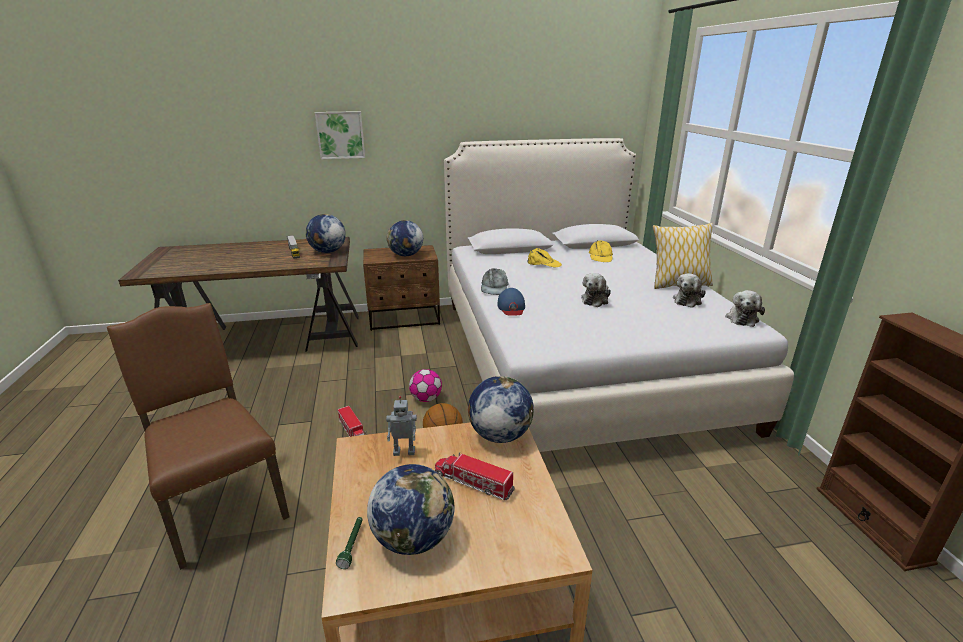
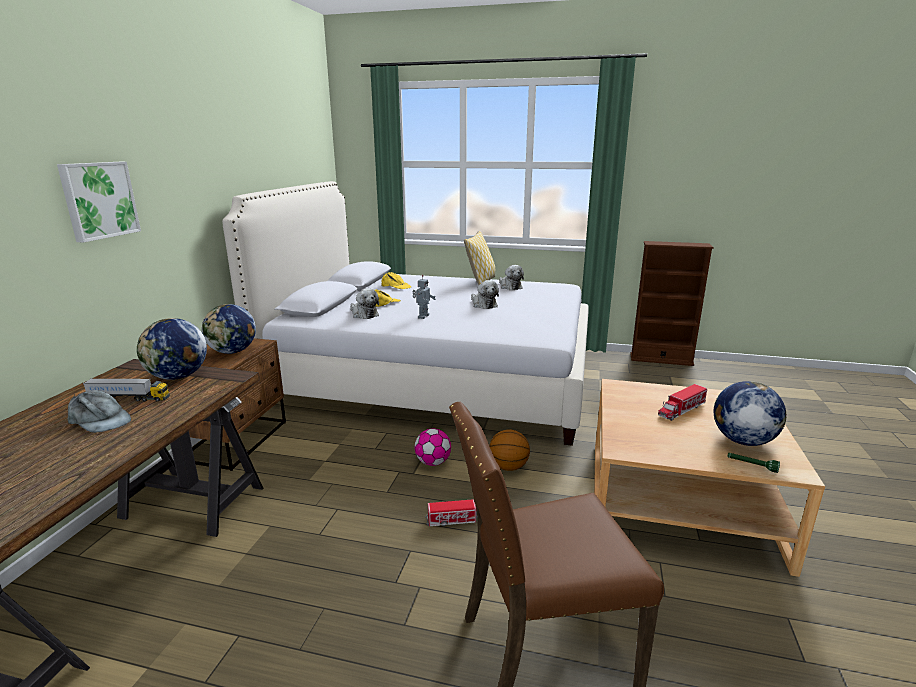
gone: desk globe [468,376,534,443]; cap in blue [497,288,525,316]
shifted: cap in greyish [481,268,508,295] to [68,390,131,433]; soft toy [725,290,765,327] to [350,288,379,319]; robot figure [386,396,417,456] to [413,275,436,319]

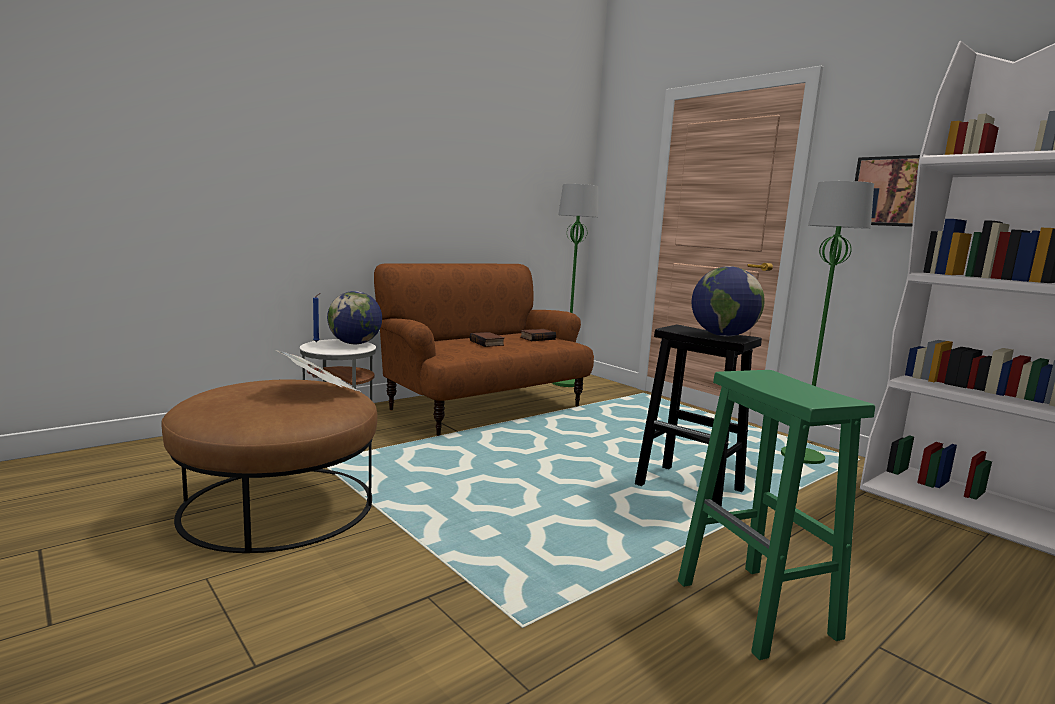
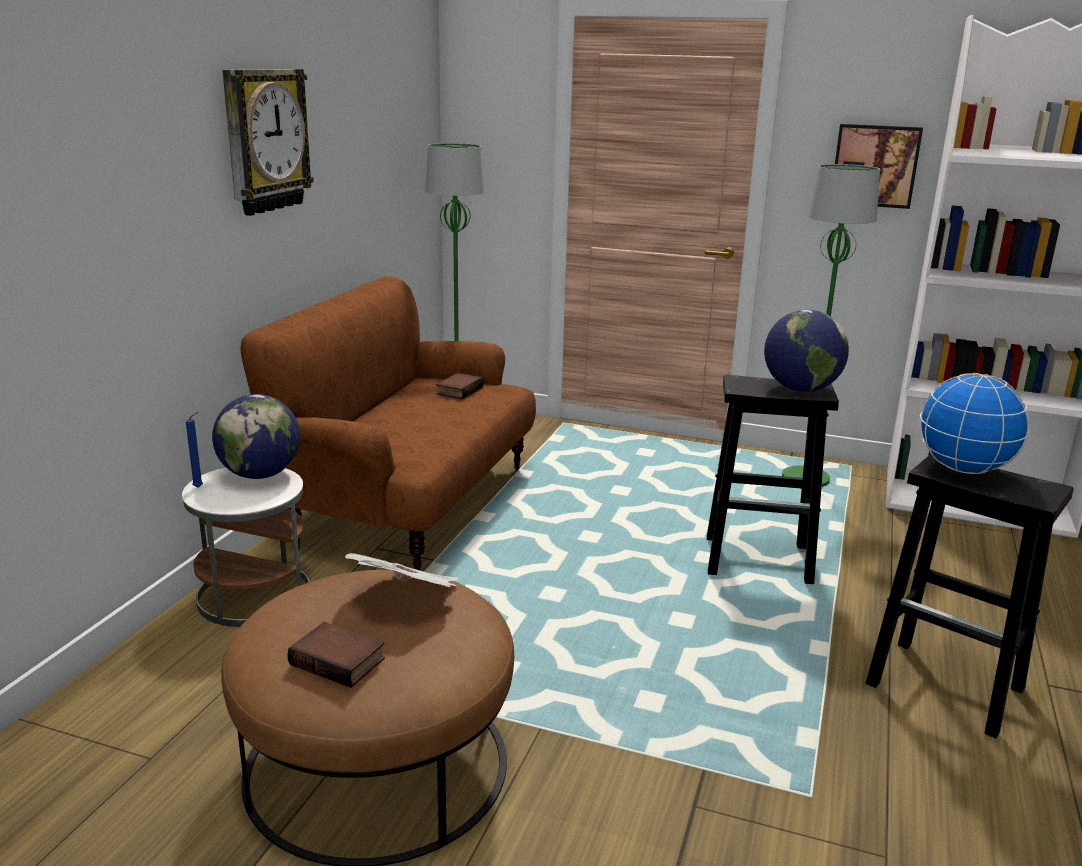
new: wall clock [222,69,314,216]; desk globe [920,373,1029,474]
shifted: book [470,332,505,347] to [287,622,385,688]
repainted: sitting stool in green-coloured [678,370,875,660] to sitting stool in black-coloured [866,453,1074,738]

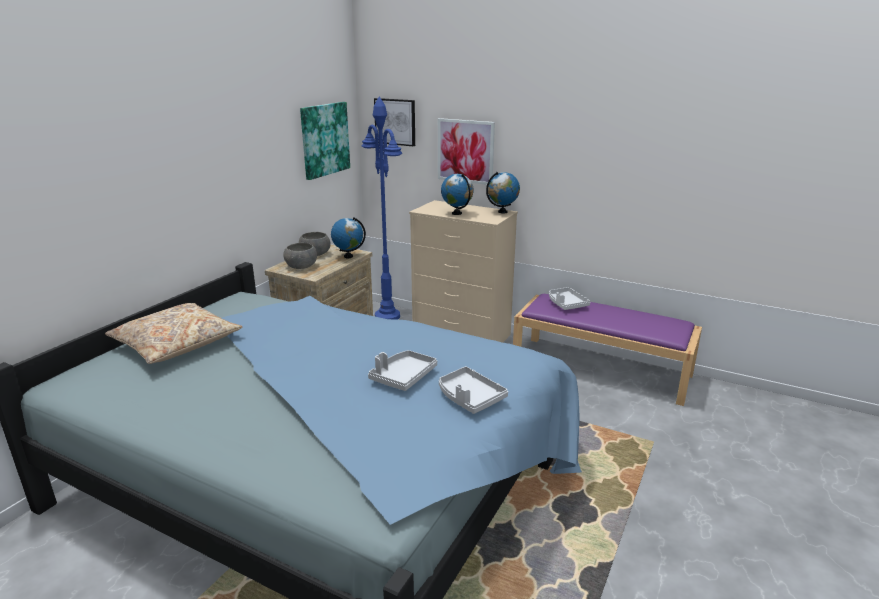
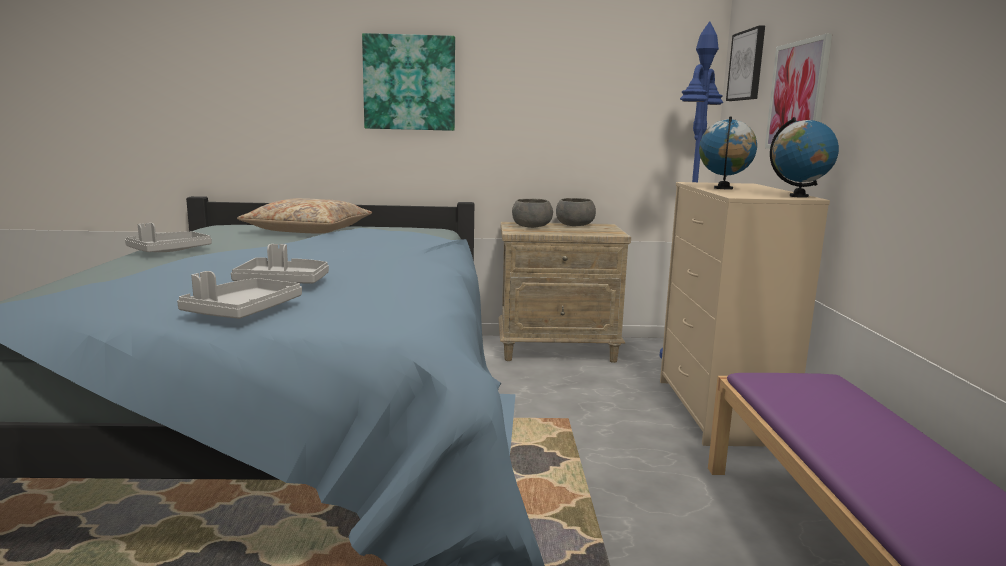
gone: desk globe [331,217,366,258]
shifted: carrying tray in greyish [549,287,590,310] to [125,223,212,252]; picture [300,102,350,180] to [362,33,455,131]

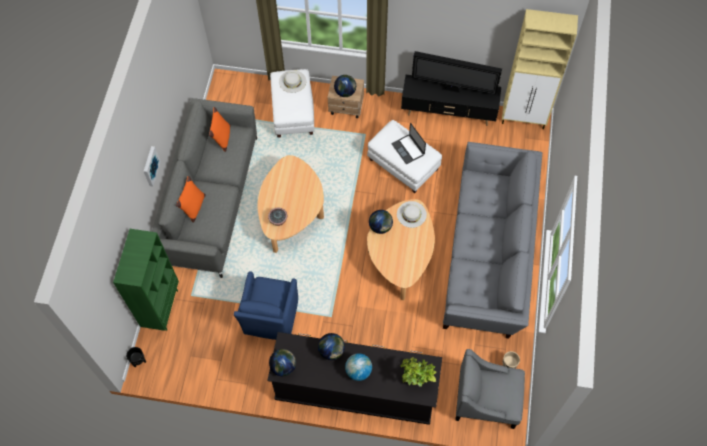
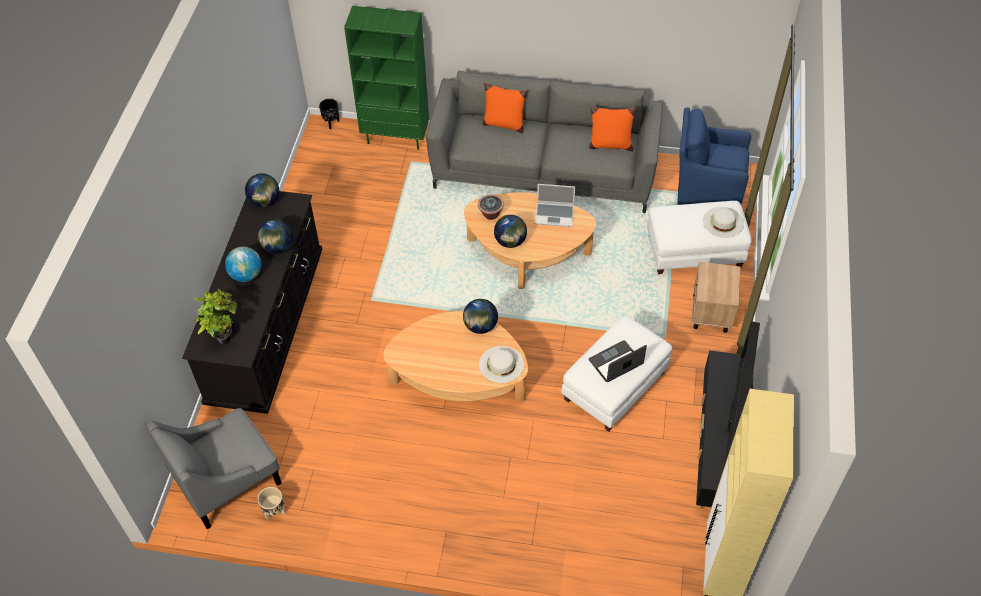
gone: picture [144,146,161,186]; sofa in greyish [443,142,542,339]
new: laptop [535,184,575,227]
shifted: desk globe [334,75,356,97] to [494,215,527,248]; armchair in blue [234,271,298,340] to [677,107,751,205]
rotated: armchair in greyish [455,349,525,429] = [147,408,281,529] 135 degrees counterclockwise

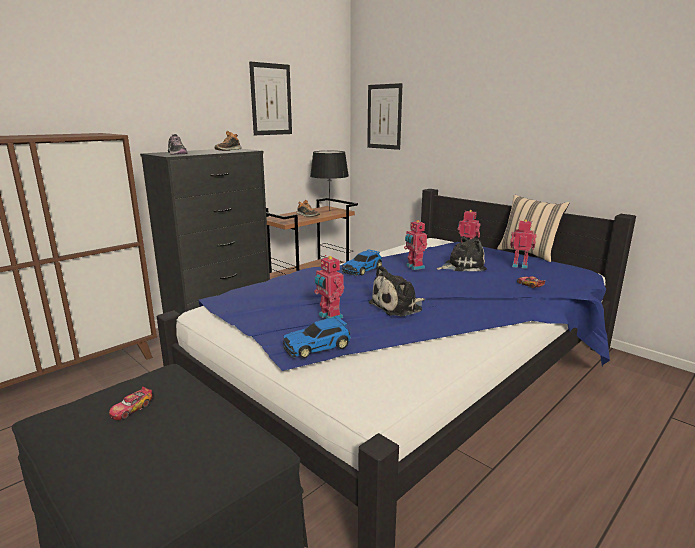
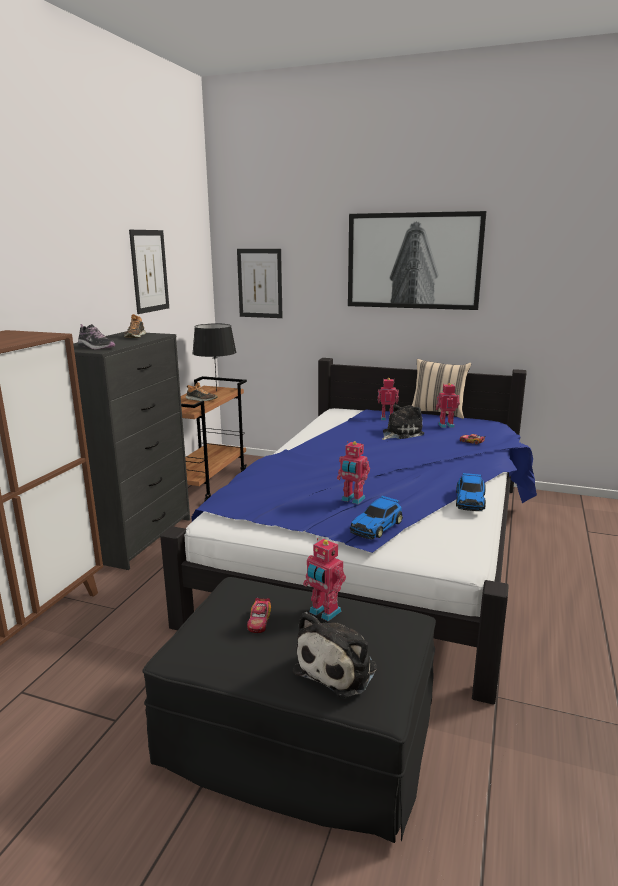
new: picture [348,211,486,310]
shifted: soft toy [369,265,425,317] to [293,612,377,697]; robot figure [404,220,427,270] to [303,538,346,621]; model car [342,249,382,276] to [456,473,486,511]

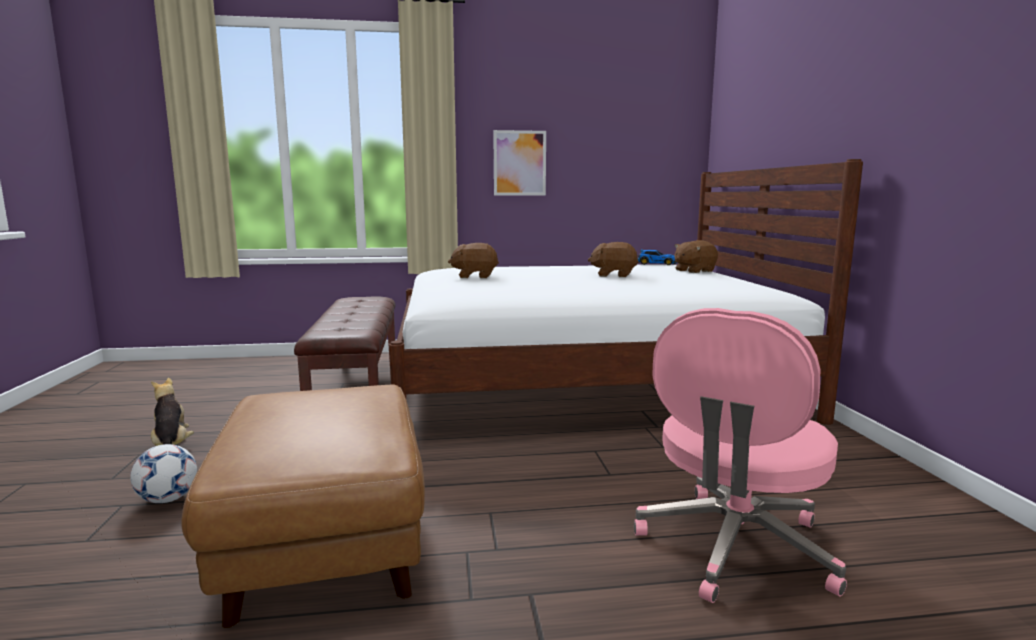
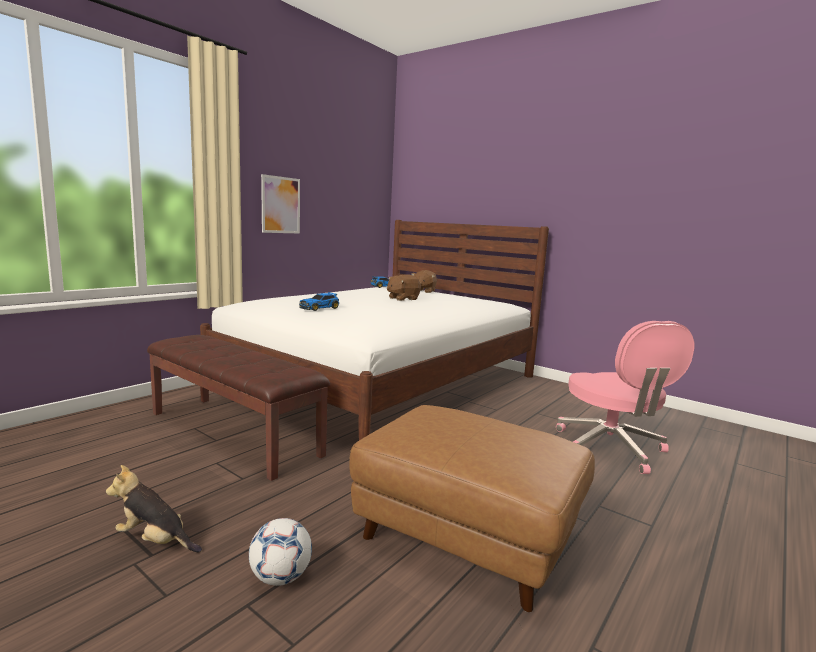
swapped: soft toy in brown [448,243,499,278] to model car [299,292,340,311]

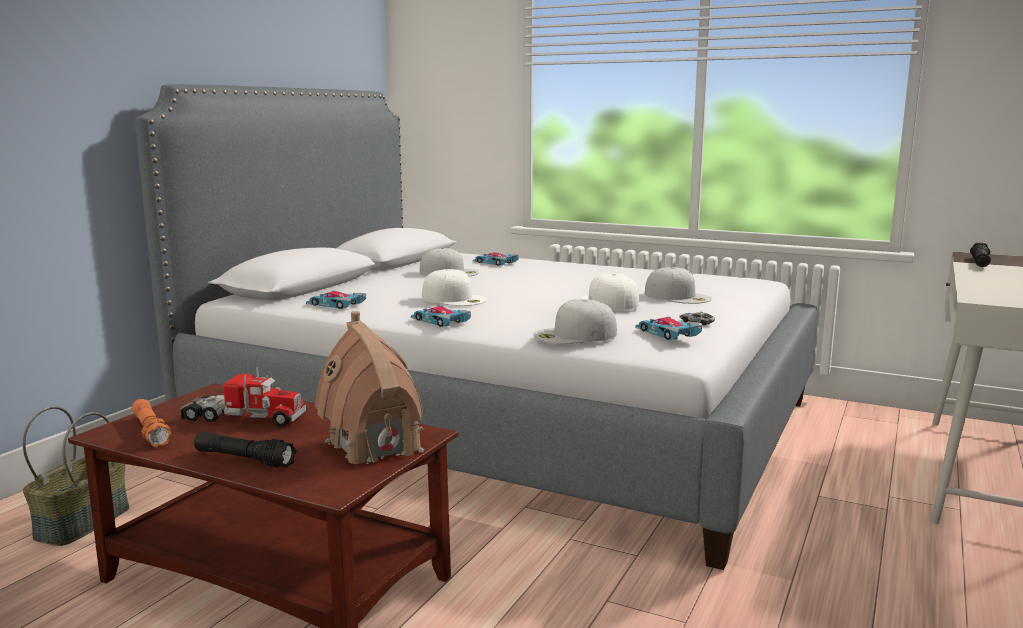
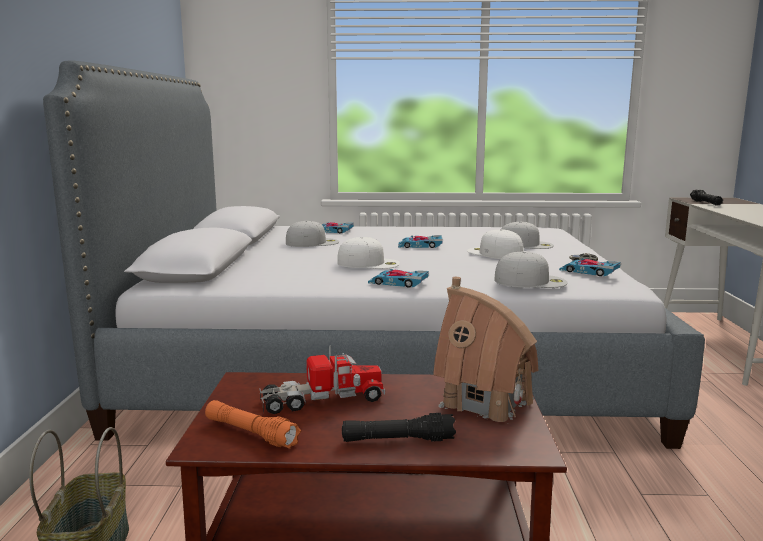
shifted: model car [306,290,366,309] to [398,235,443,248]
rotated: cap in whitish [534,299,617,344] = [494,251,568,288] 135 degrees counterclockwise

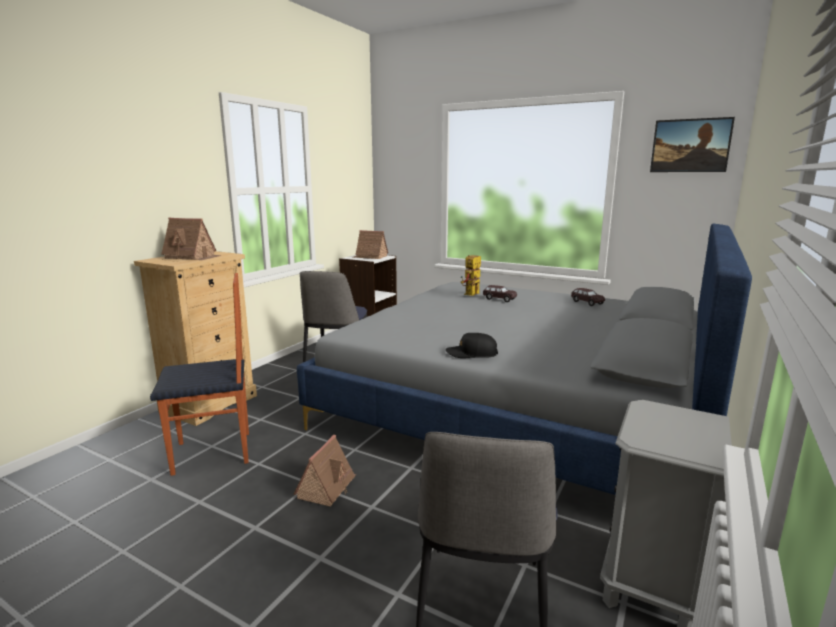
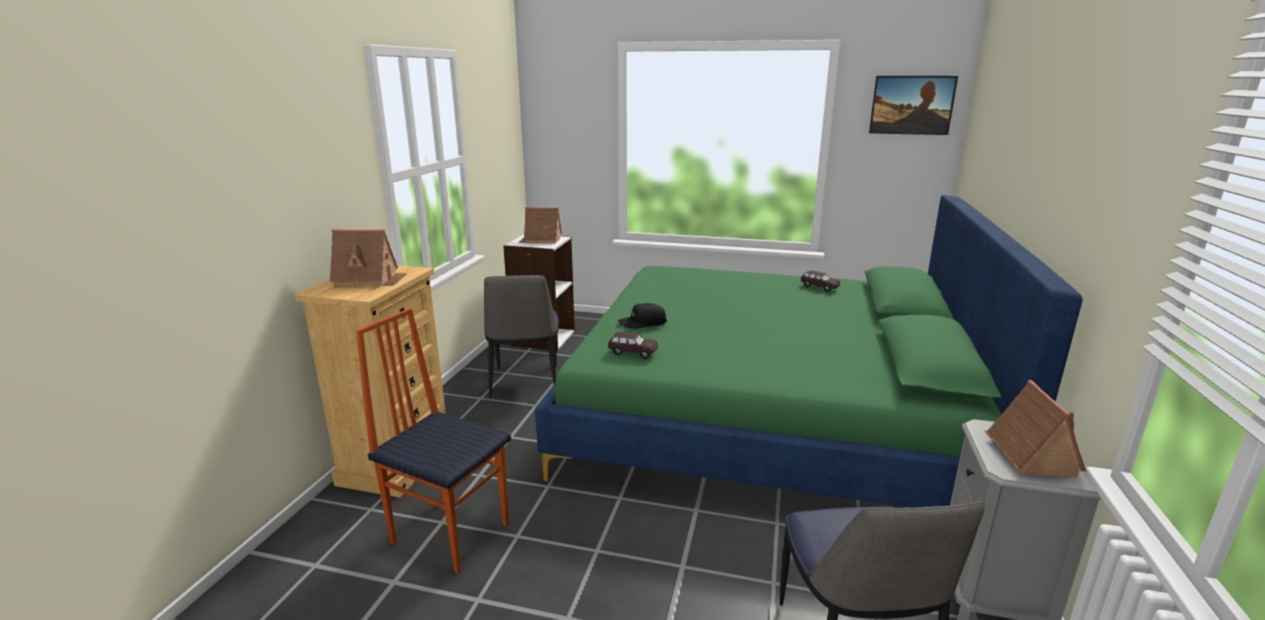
gone: robot figure [461,255,481,296]
shifted: model car in brown [483,285,517,302] to [608,332,658,359]; cap in black-coloured [446,333,498,358] to [618,303,667,329]; miniature house [294,435,356,507] to [984,380,1086,477]
repainted: sleeping bed in greyish [297,224,752,495] to sleeping bed in green-coloured [535,195,1083,508]
rotated: chair [150,273,249,476] = [356,308,511,573] 120 degrees counterclockwise

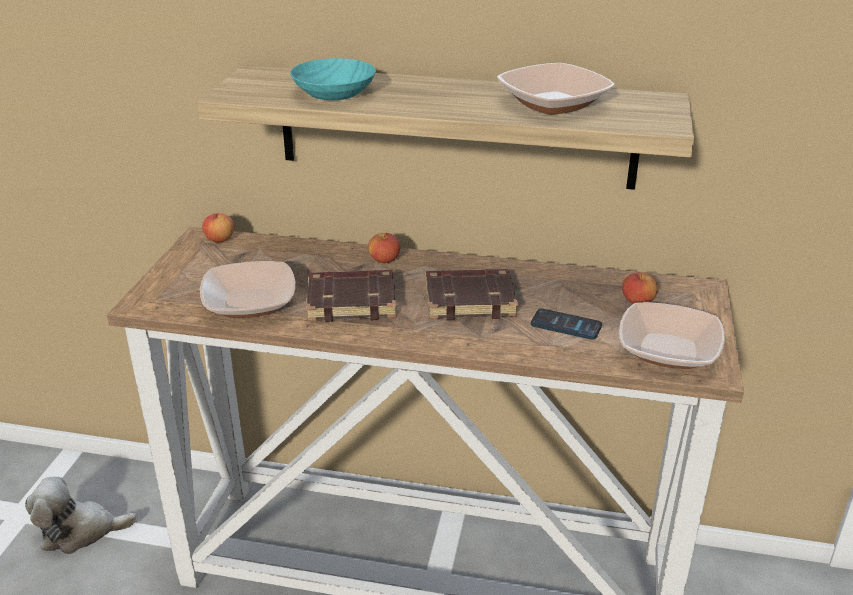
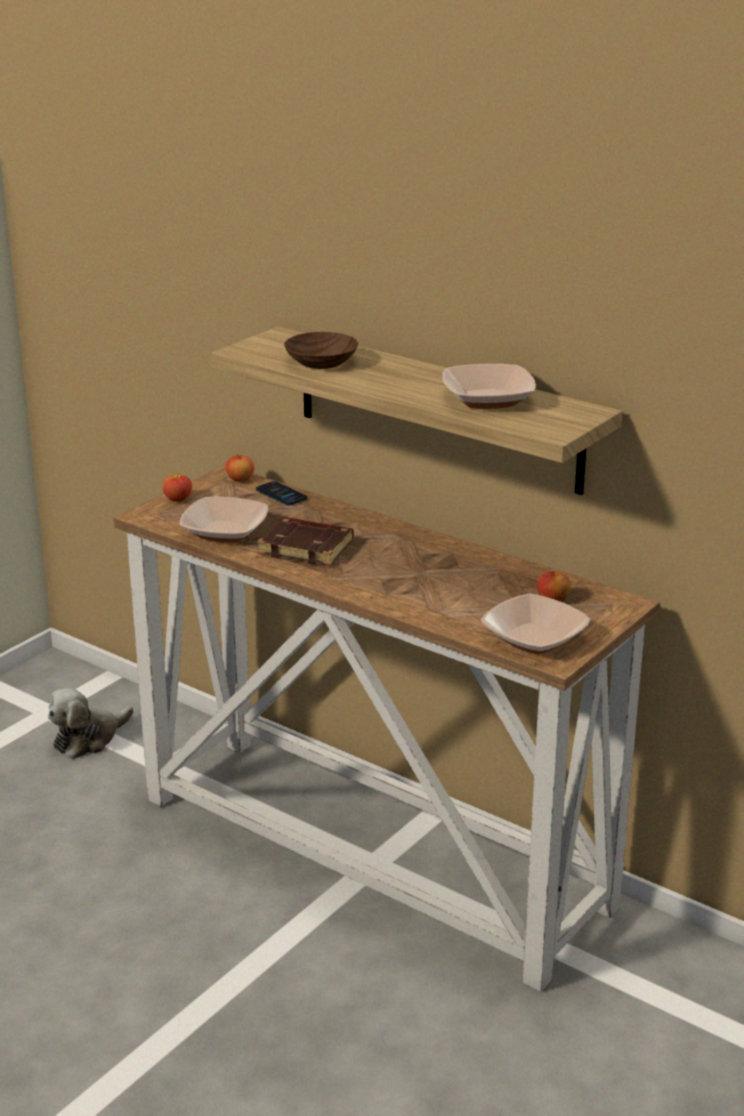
gone: book in brown [426,269,518,320]
shifted: apple [368,231,401,263] to [163,473,192,502]; telephone [531,309,602,340] to [256,481,307,505]
repainted: bowl in turquoise [290,58,376,100] to bowl in brown [284,332,358,369]
rotated: soft toy [25,477,138,554] = [48,688,134,759] 60 degrees counterclockwise

